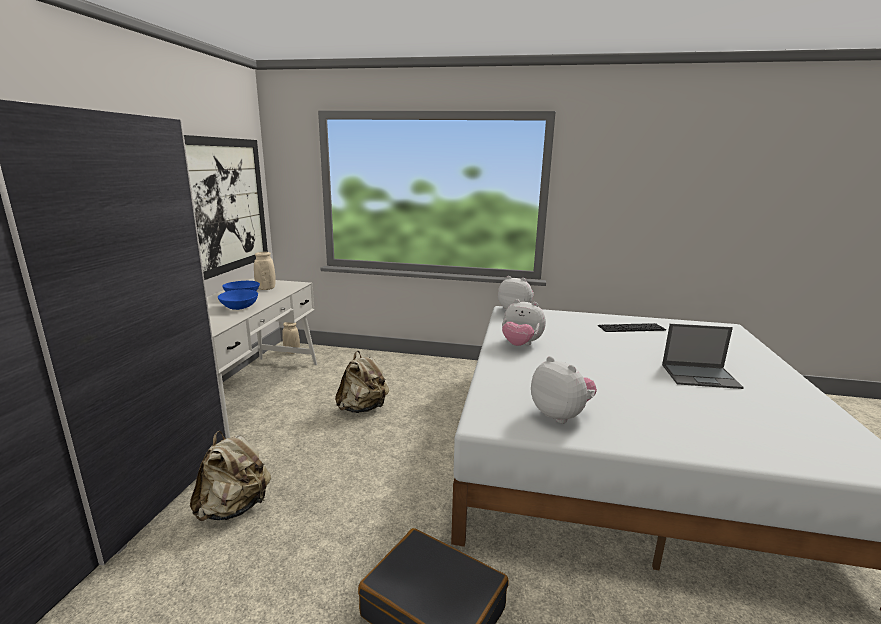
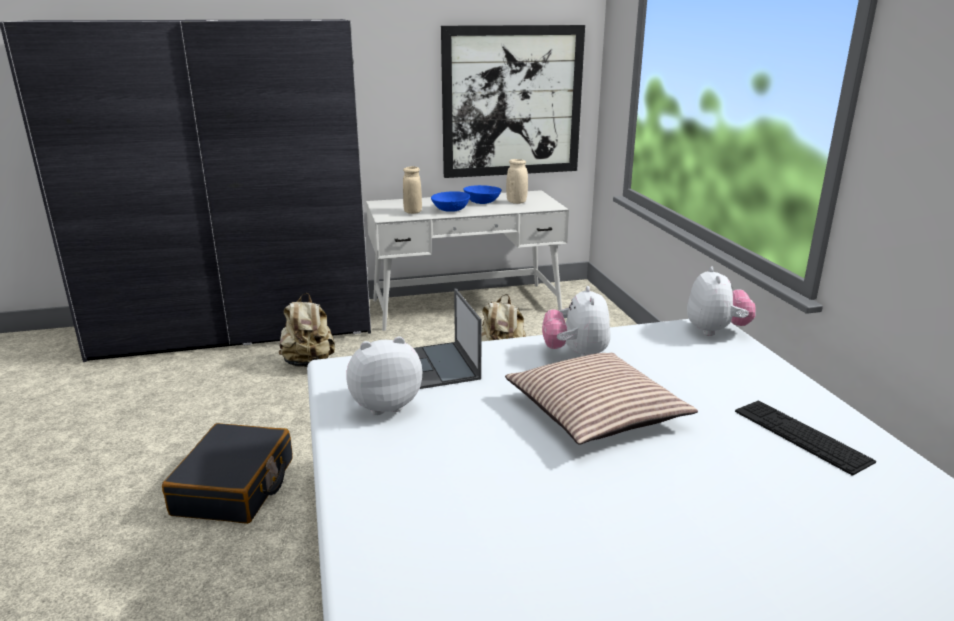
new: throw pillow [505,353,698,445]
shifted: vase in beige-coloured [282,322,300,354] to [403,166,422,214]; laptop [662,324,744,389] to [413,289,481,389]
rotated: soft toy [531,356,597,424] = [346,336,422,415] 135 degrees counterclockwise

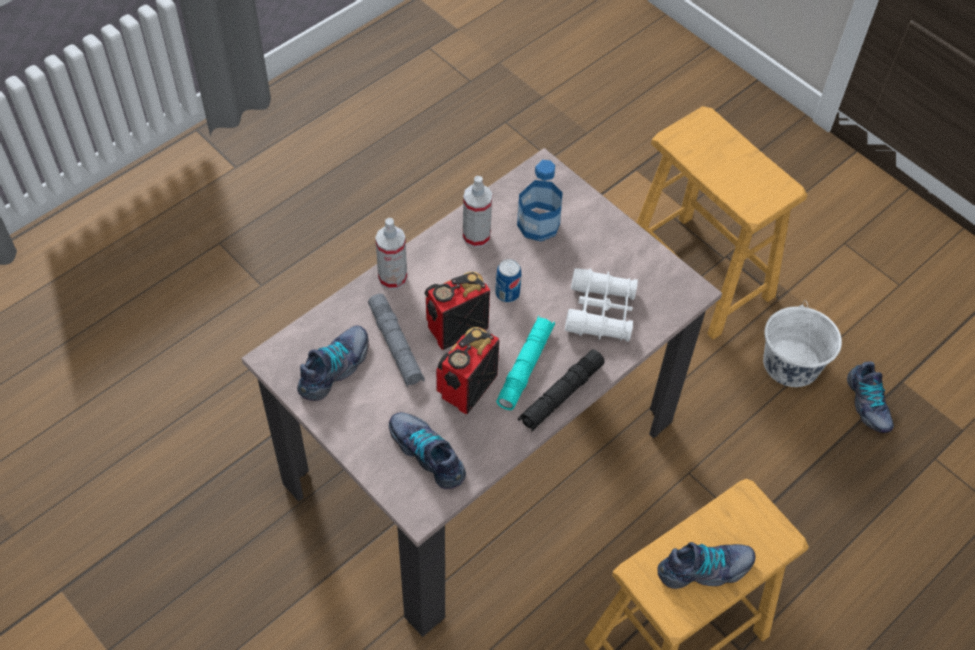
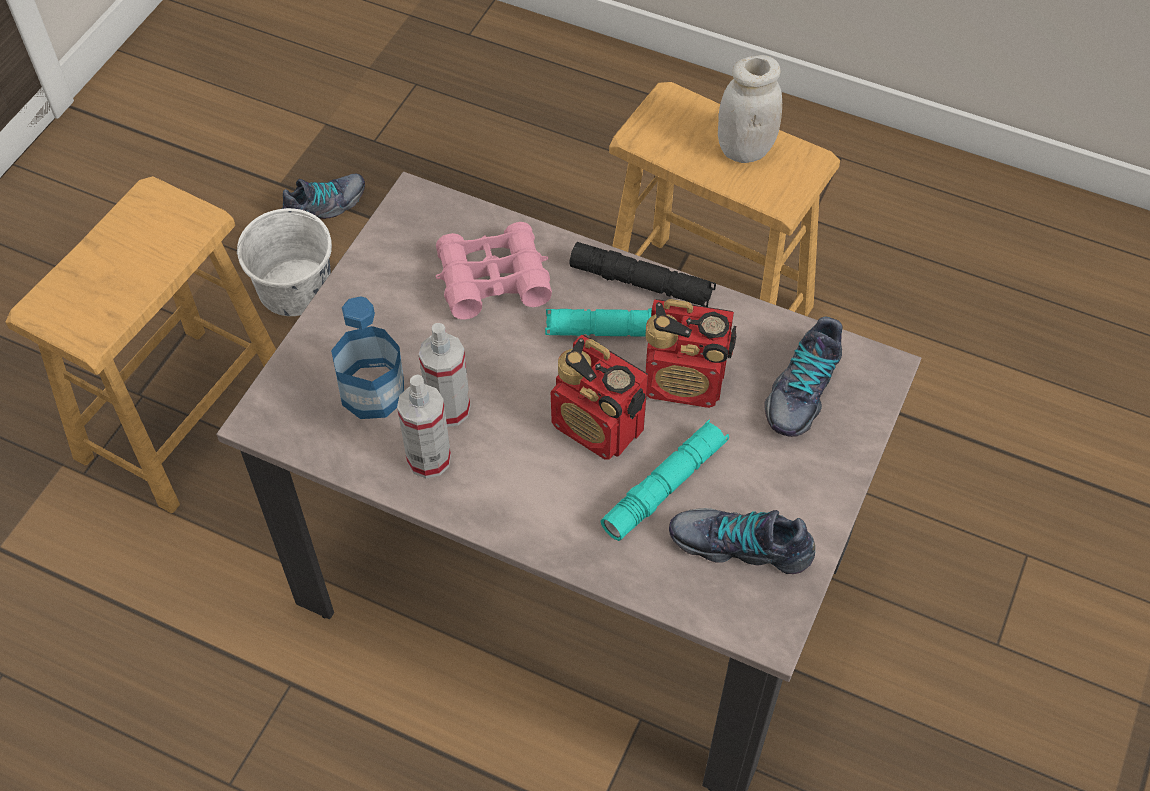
gone: metal can [495,259,521,302]
shifted: sprayer [375,218,407,290] to [419,323,470,427]
swapped: item of footwear [657,542,756,589] to preserve jar in whitish [718,55,782,163]
repainted: field glasses in whitish [565,268,638,342] to field glasses in pinkish [436,222,552,319]; flashlight in greyish [368,294,425,387] to flashlight in turquoise [600,419,729,541]

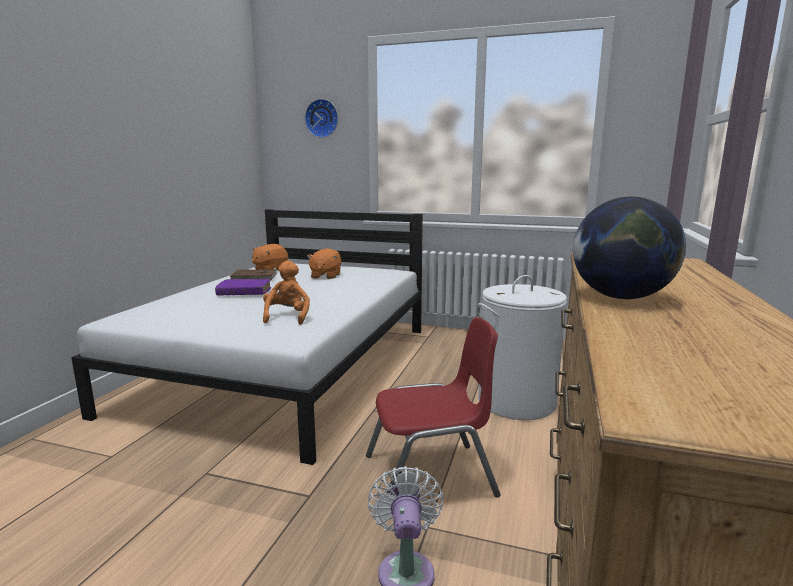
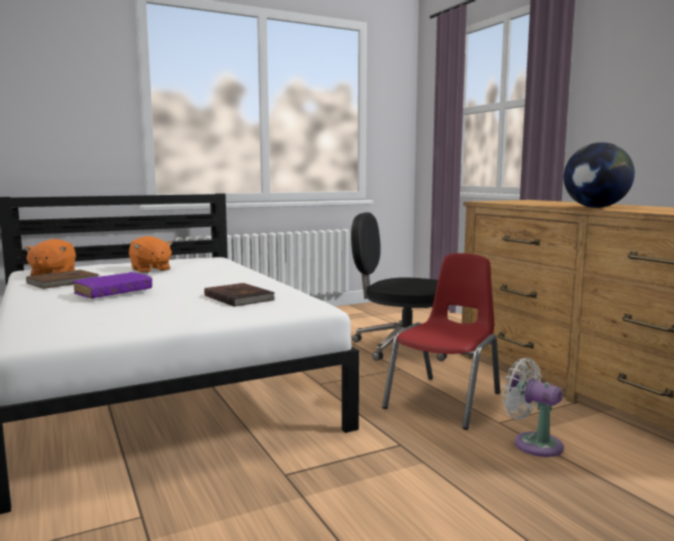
gone: wall clock [305,99,338,138]
swapped: soft toy in orange-coloured [263,260,310,325] to book in brown [204,283,275,307]; hamper in whitish [478,275,567,420] to computer chair in black-coloured [351,212,447,361]

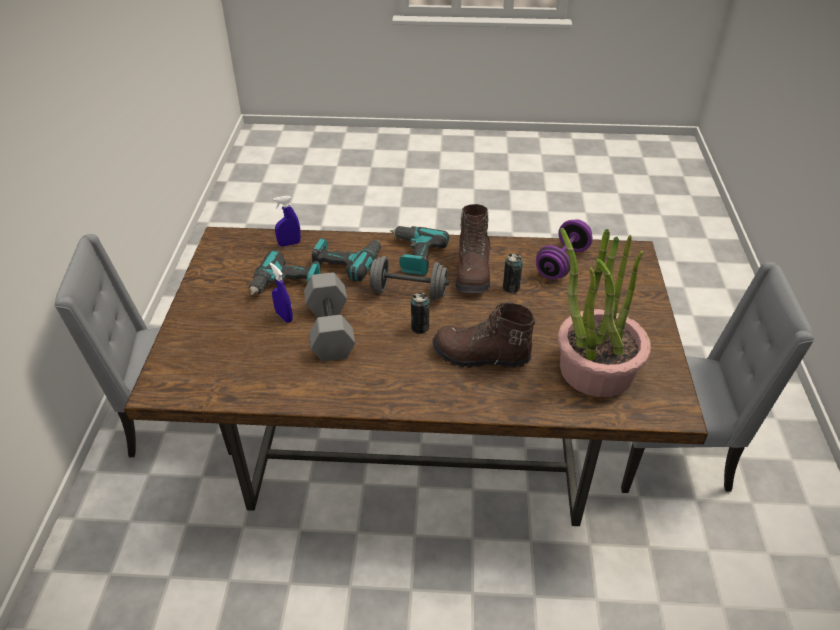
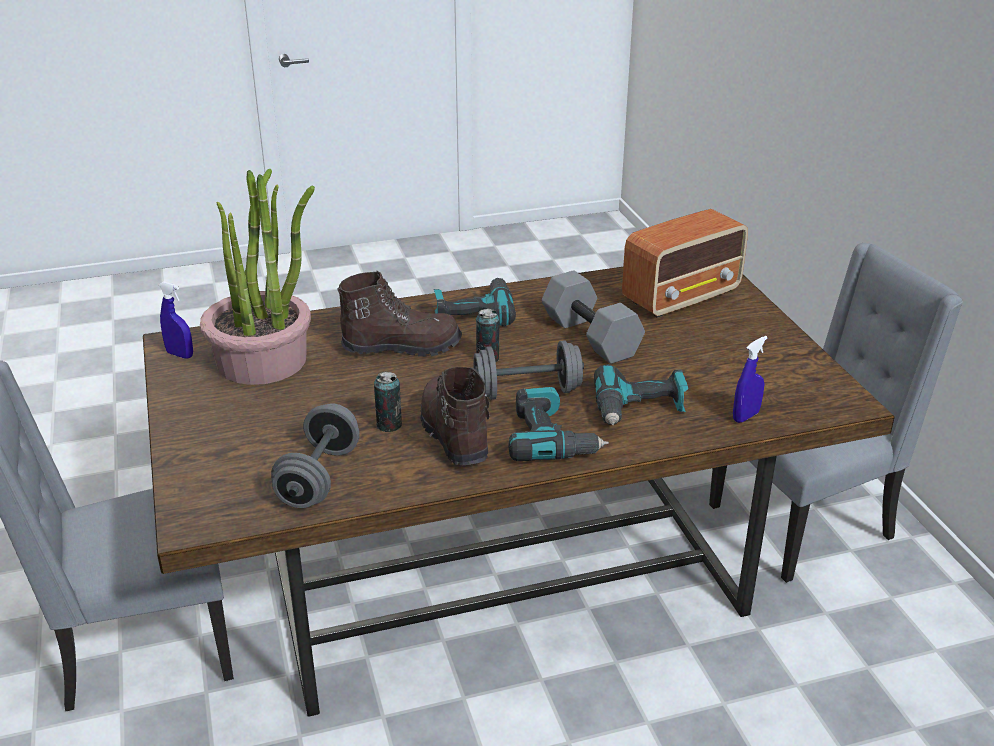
new: radio [622,209,748,318]
shifted: sprayer in blue [270,263,293,323] to [159,281,193,359]; drill [249,250,321,295] to [434,278,516,326]
repainted: hand weight in purplish [536,219,593,279] to hand weight in greyish [271,403,360,508]

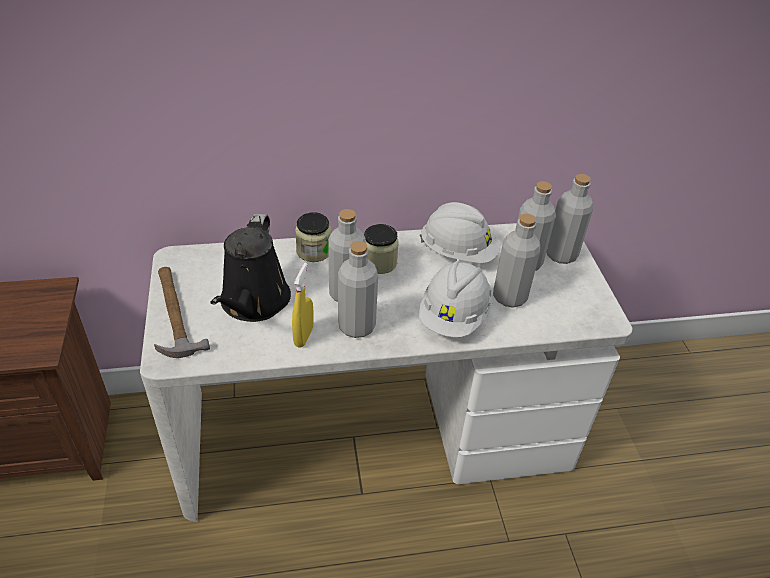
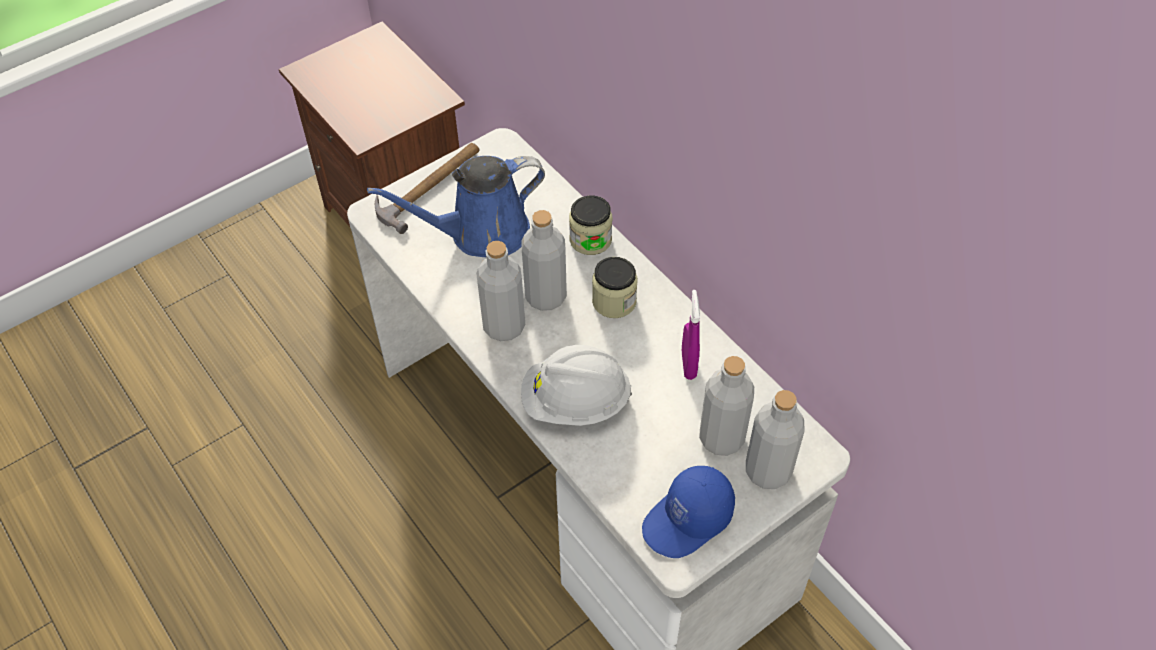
gone: sprayer in yellow [292,263,314,348]; beverage bottle in greyish [493,214,540,308]
new: cap in blue [642,466,735,558]
swapped: work helmet in whitish [420,202,500,264] to sprayer in purplish [682,290,700,380]
repainted: sprinkling can in black-coloured [211,214,291,322] to sprinkling can in blue [367,156,545,257]

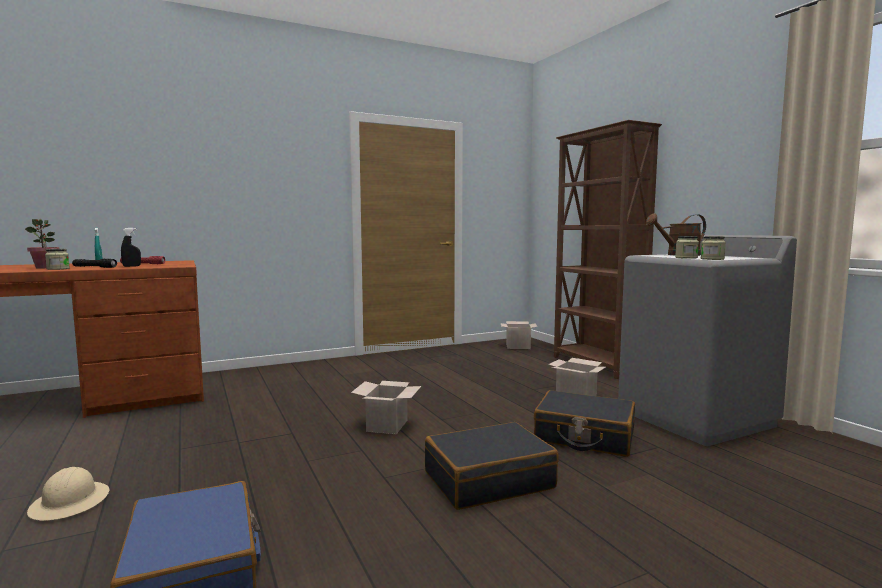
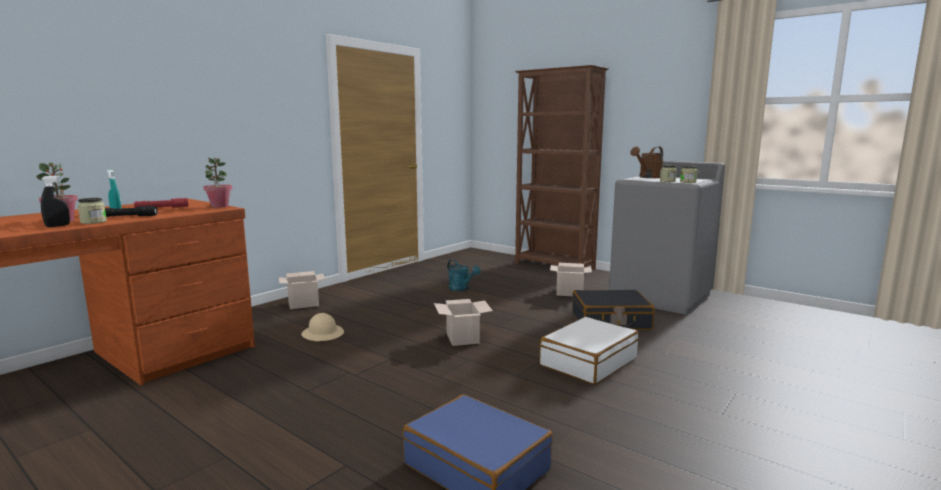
new: potted plant [203,157,232,208]; sprinkling can in turquoise [447,259,480,291]
shifted: sprayer in black-coloured [121,228,141,267] to [41,175,70,227]; packing box [501,321,537,349] to [279,271,325,309]; work helmet in beige-coloured [27,467,109,521] to [301,313,344,341]
repainted: suitcase in black-coloured [425,422,559,510] to suitcase in whitish [539,317,639,385]

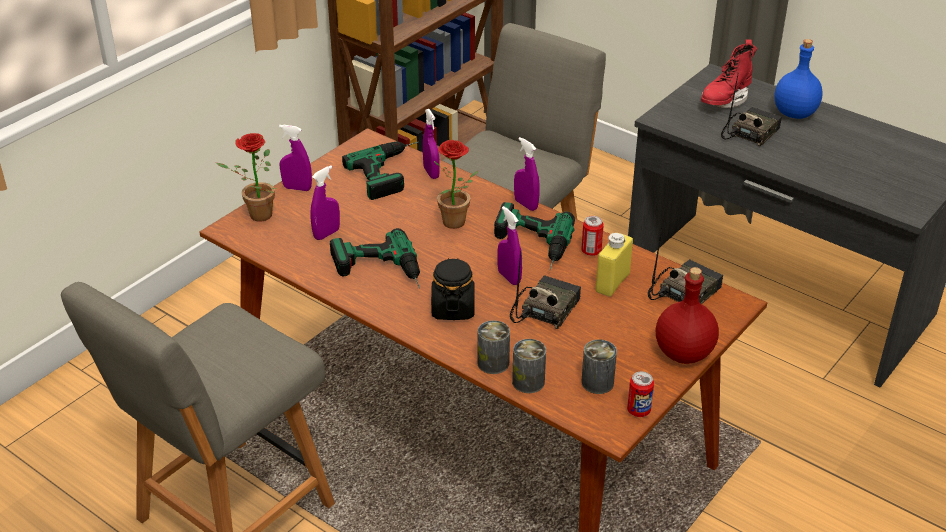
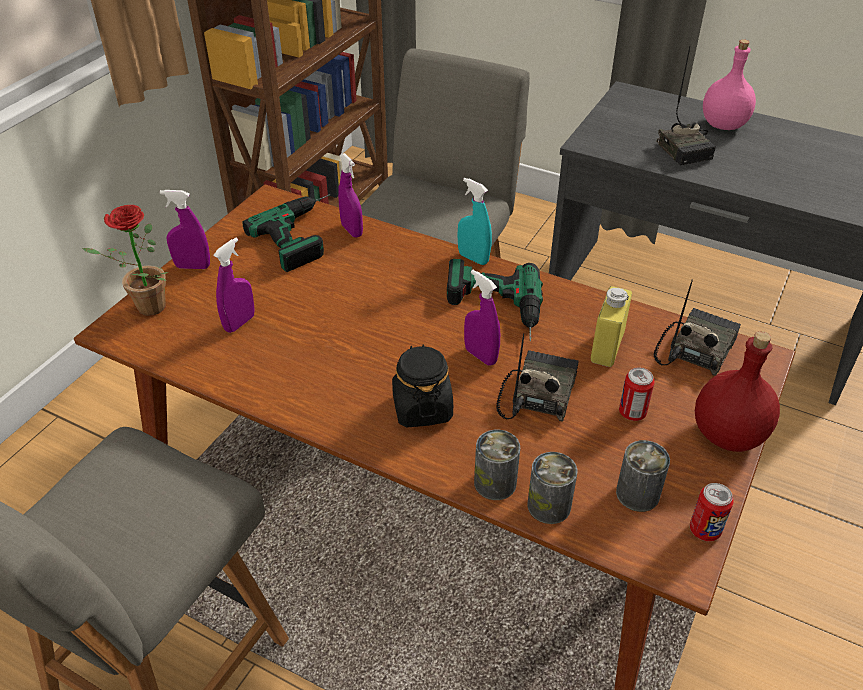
gone: drill [330,228,420,288]; potted plant [433,140,479,229]; boot in red-coloured [701,39,757,108]
shifted: metal can [582,216,604,256] to [619,367,655,421]
repainted: sprayer in purplish [514,137,540,211] to sprayer in turquoise [457,178,492,265]; beverage bottle in blue [774,39,823,119] to beverage bottle in pinkish [703,39,756,130]
rotated: radio [721,72,782,146] = [656,46,716,166] 135 degrees clockwise

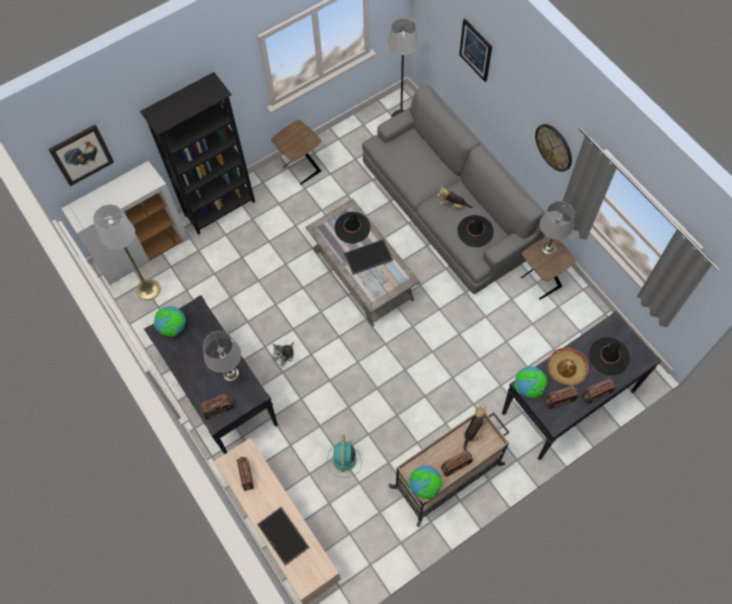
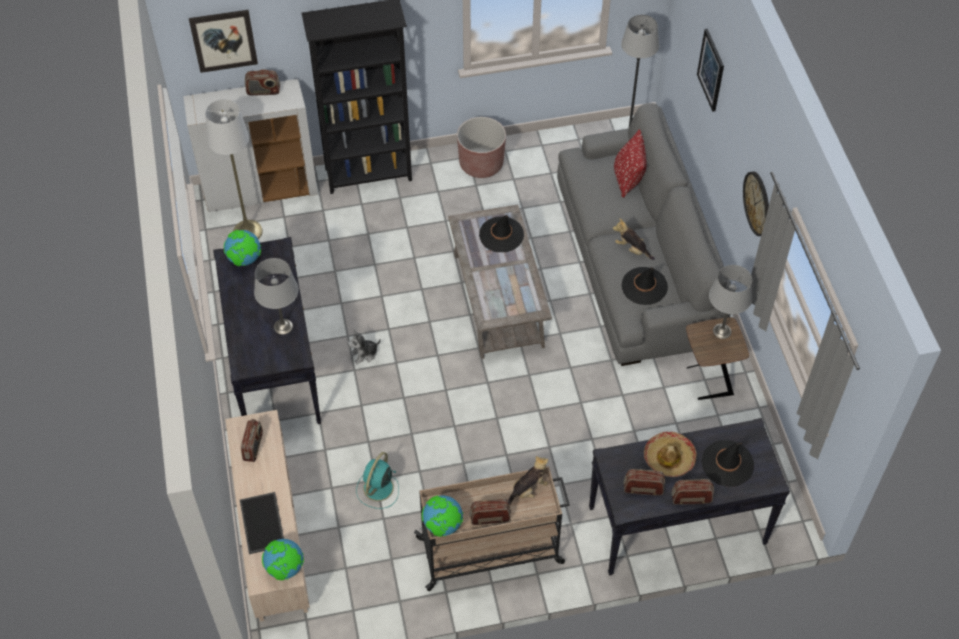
gone: carrying tray [344,239,393,275]
new: throw pillow in red-coloured [614,129,647,198]
shifted: radio [201,394,234,419] to [245,69,280,95]; desk globe [514,366,547,399] to [262,539,304,580]
swapped: end table in brown [271,120,321,185] to flower pot in brown [457,117,506,178]

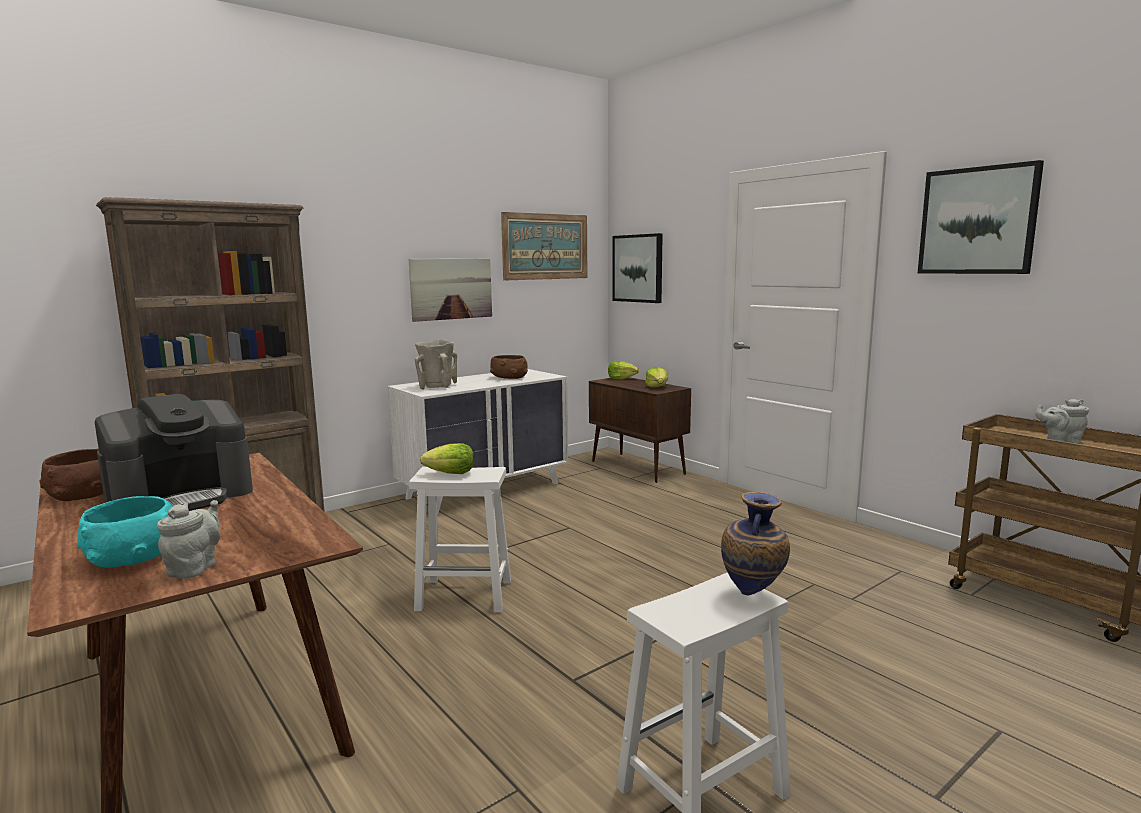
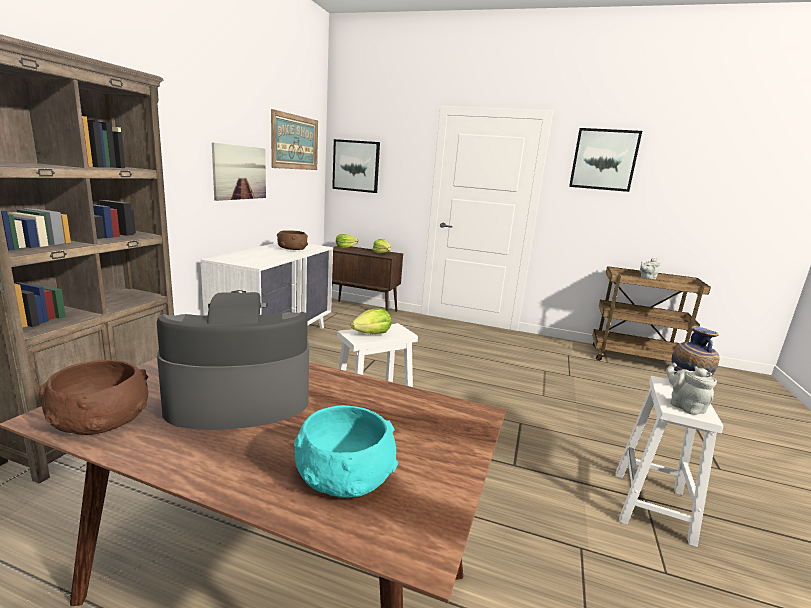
gone: vase in beige-coloured [415,339,457,389]
shifted: teapot in greyish [157,500,220,579] to [666,363,717,415]
rotated: coffee brewer [95,394,253,511] = [157,290,309,430] 120 degrees counterclockwise

